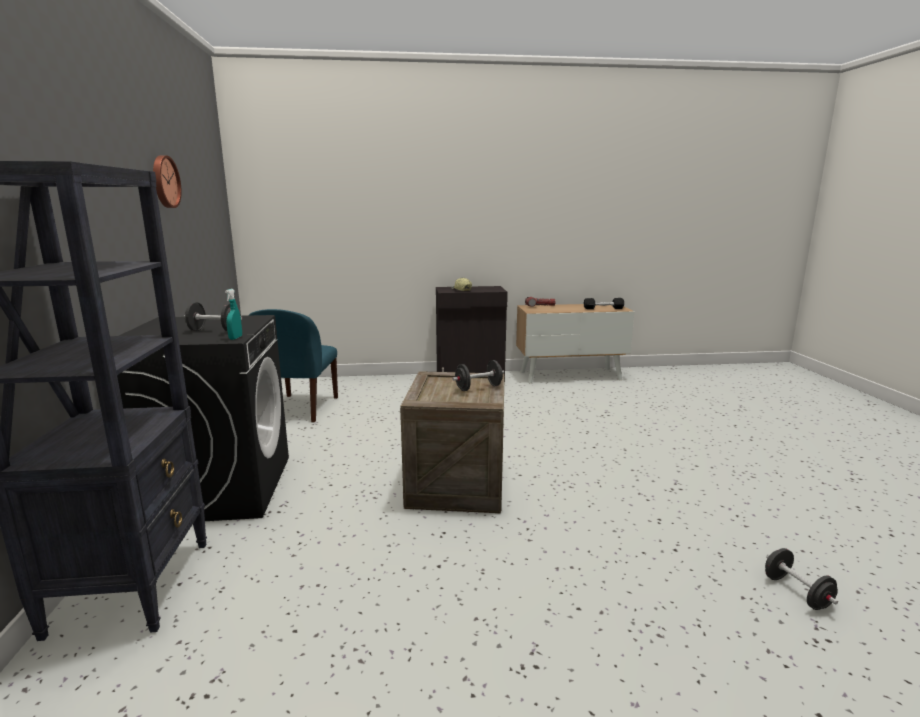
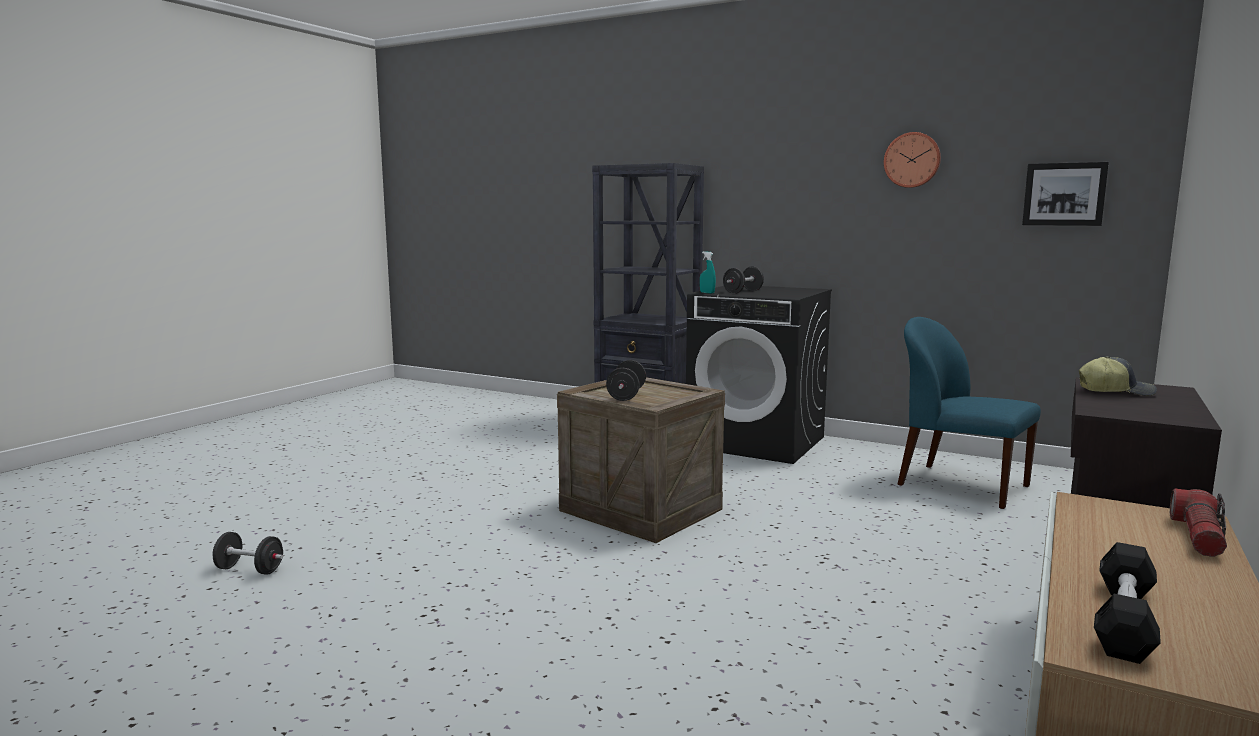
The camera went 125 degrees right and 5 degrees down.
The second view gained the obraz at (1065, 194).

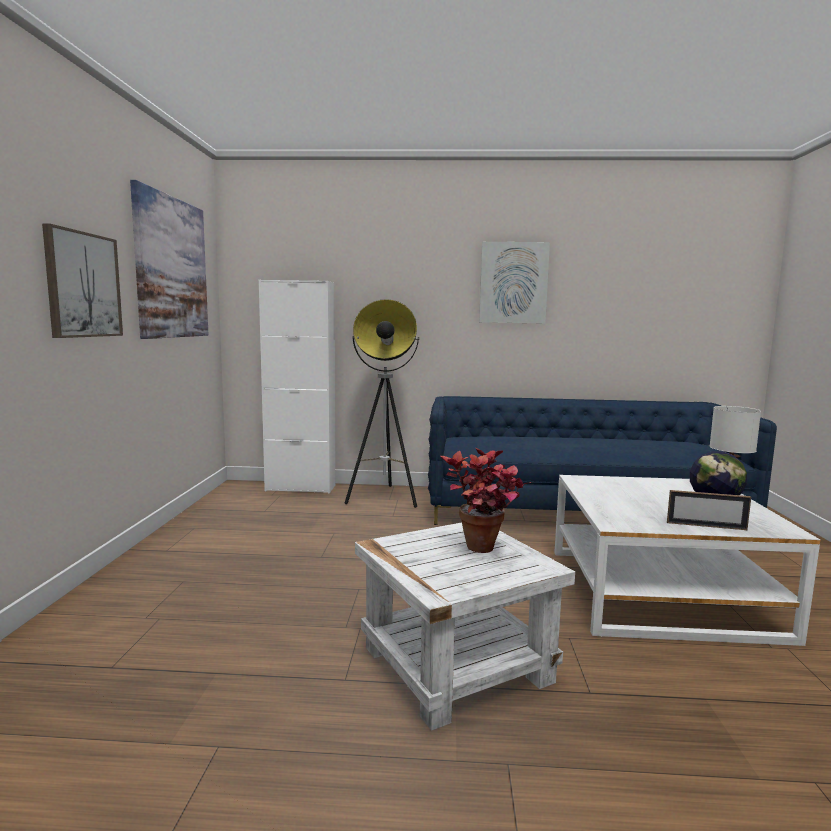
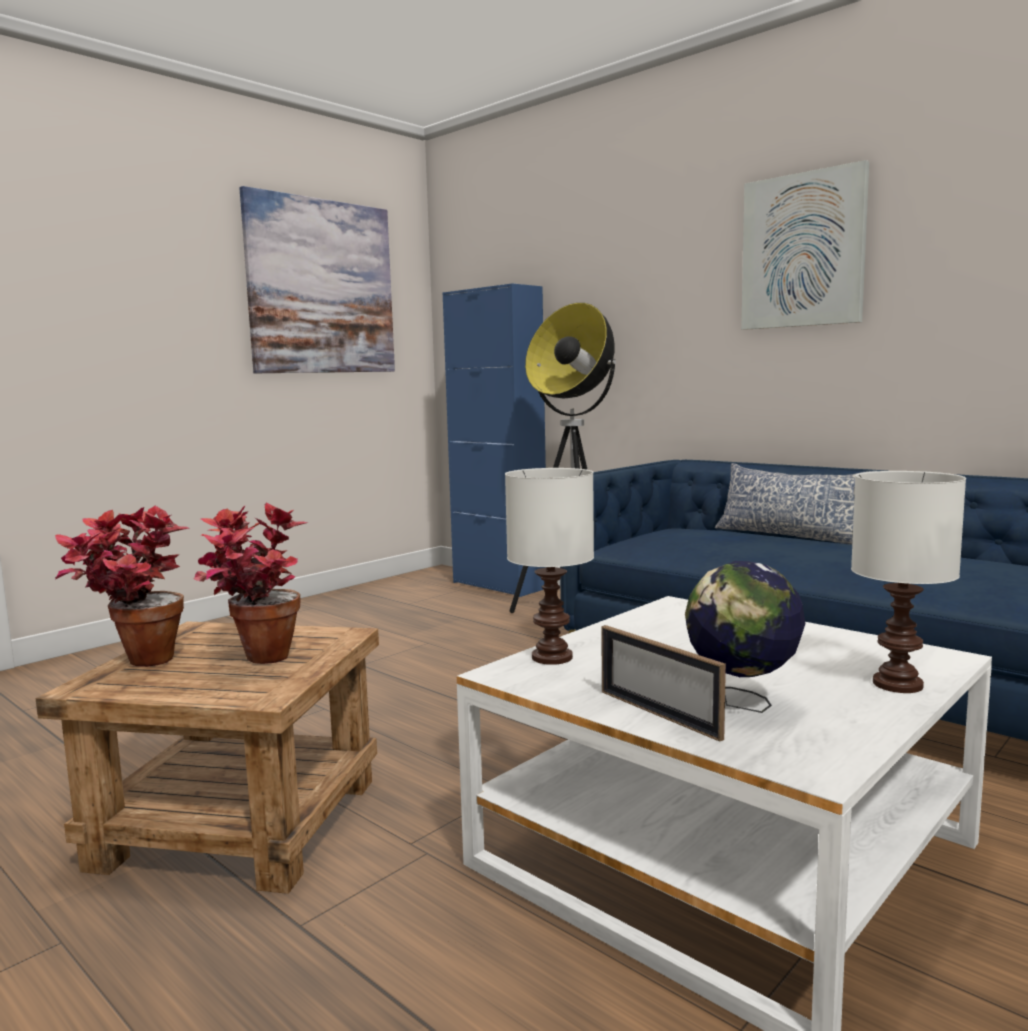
The camera went 40 degrees right and 0 degrees up.
What was the stolik (biały) at (465, 626) turned into the stolik (brązowy) at (207, 757).
The second view gained the roślina doniczkowa at (122, 586).
What was the szafka (biały) at (297, 387) turned into the szafka (niebieski) at (495, 440).
The second view gained the lampa stołowa (biały) at (549, 566).
The second view gained the poduszka at (794, 504).
The second view lost the obraz at (82, 281).

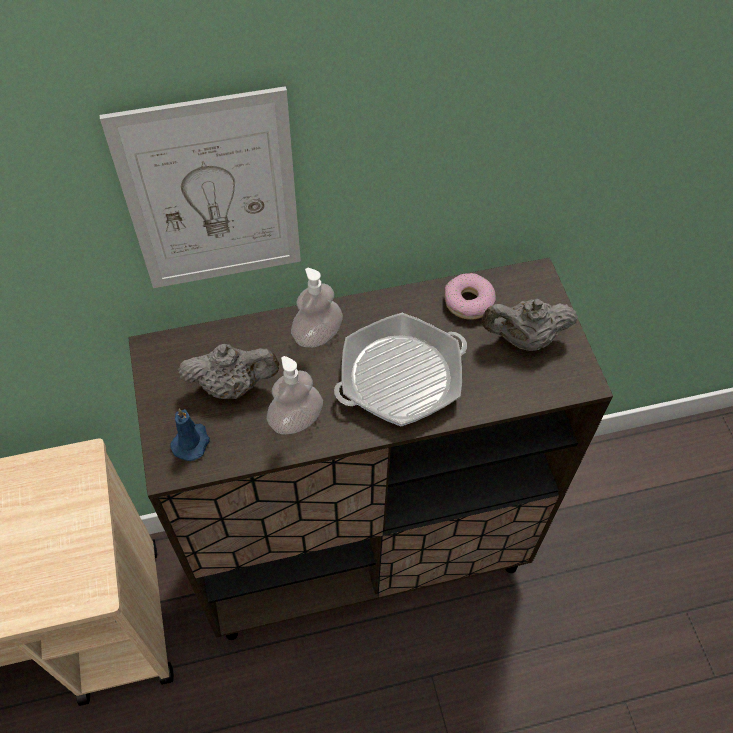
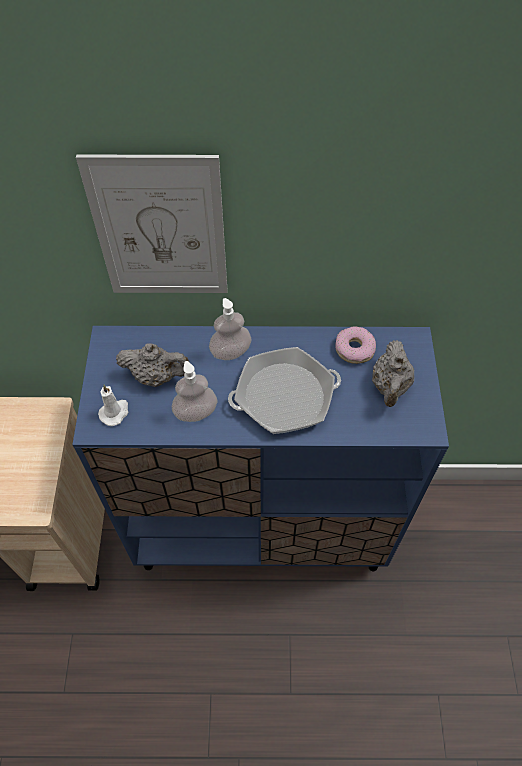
The camera went 15 degrees right and 0 degrees up.
What was the szafka (brązowy) at (370, 448) turned into the szafka (niebieski) at (260, 448).
What was the świeca (niebieski) at (190, 434) turned into the świeca (biały) at (113, 405).
The imbryk (szary) at (530, 325) ended up facing another way, 90 degrees counterclockwise from before.

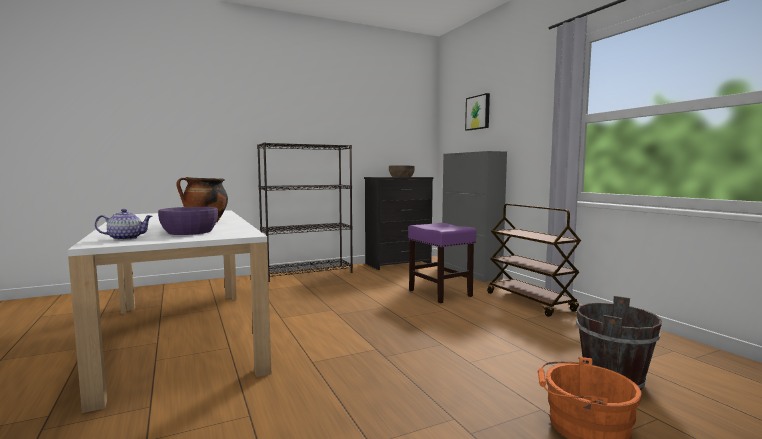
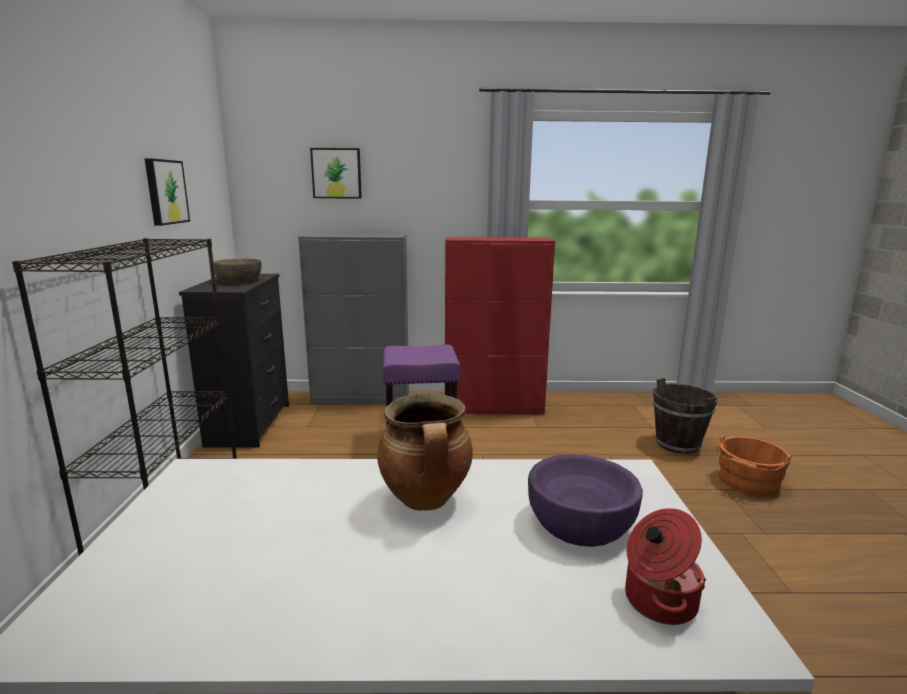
The camera went 65 degrees left and 10 degrees up.
The second view gained the obraz at (167, 192).
Where the wózek (brązowy) stood at (534, 260), the szafka (czerwony) came to stand at (500, 325).
Where the imbryk stood at (124, 224), the garnek came to stand at (665, 566).

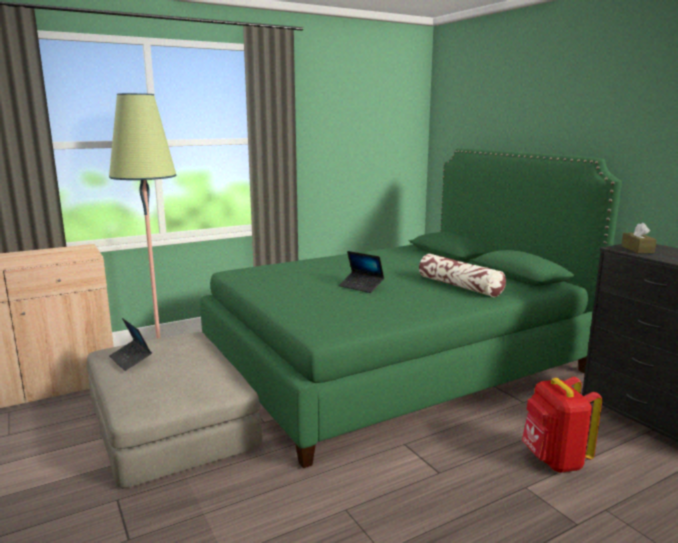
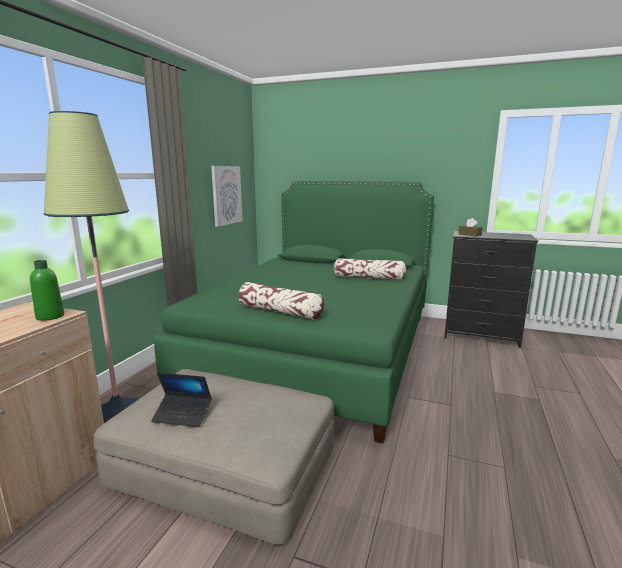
The camera went 40 degrees left and 0 degrees up.
The second view gained the butelka (zielony) at (47, 290).
The second view gained the obraz at (227, 196).
The second view gained the poduszka at (281, 301).
The second view lost the laptop at (361, 272).
The second view lost the plecak (czerwony) at (562, 425).

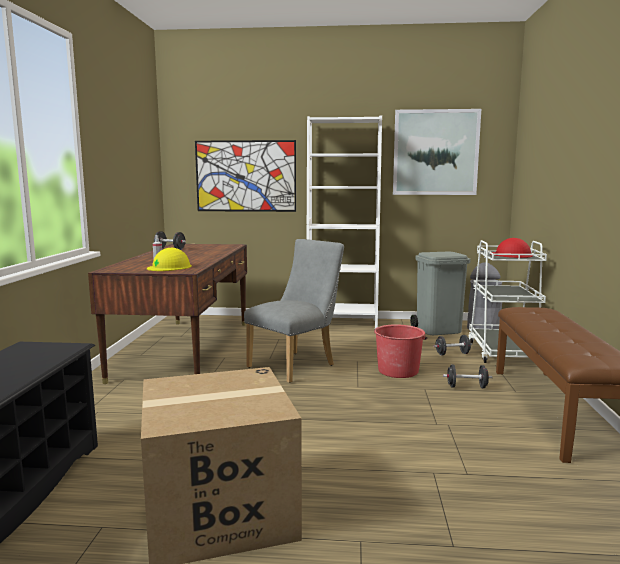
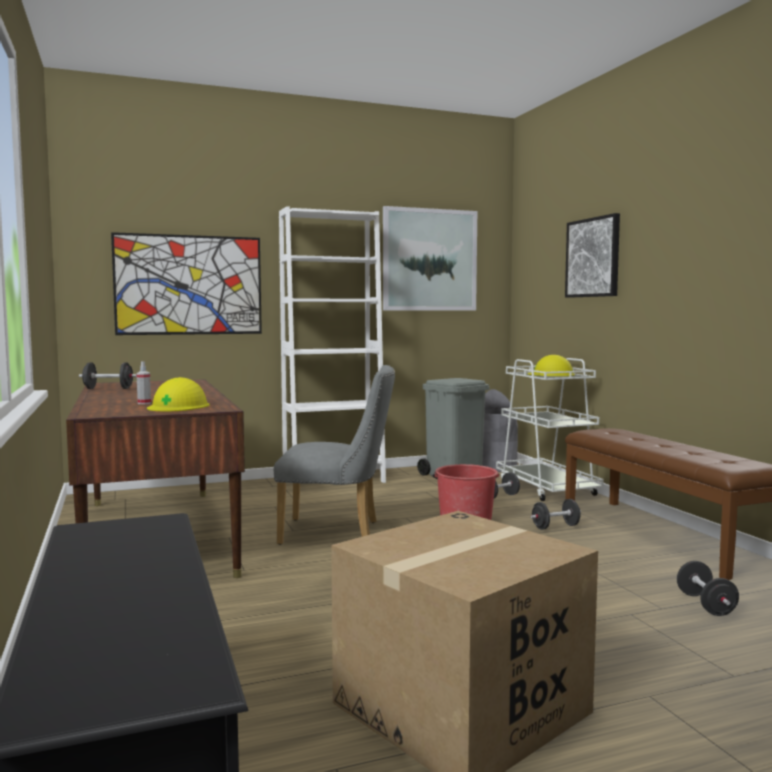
The camera went 25 degrees left and 5 degrees down.
The krzesło (szary) at (294, 311) ended up facing another way, 75 degrees clockwise from before.
What was the kask (czerwony) at (512, 248) turned into the kask (żółty) at (551, 365).
The second view gained the obraz at (592, 255).
The second view gained the hantel (czarny) at (708, 588).

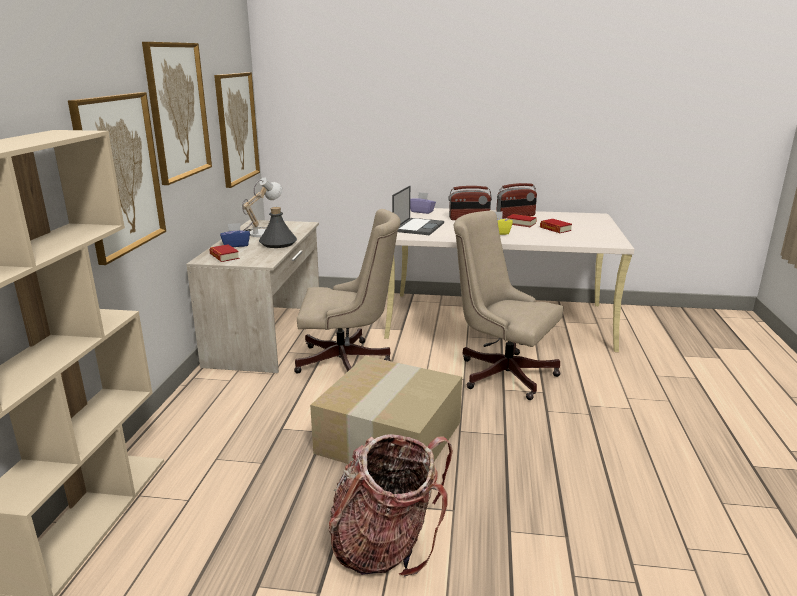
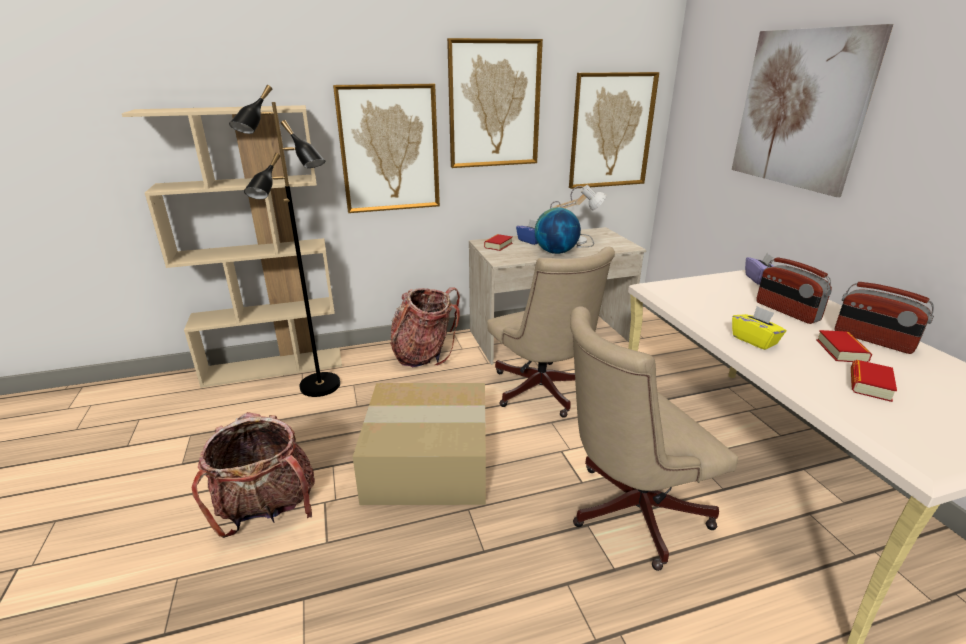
The camera went 65 degrees right and 5 degrees up.
The second view gained the lampa stojąca (czarny) at (284, 241).
The second view gained the plecak at (425, 327).
Where the butelka (szary) stood at (278, 227), the globus came to stand at (558, 230).
The krzesło biurowe (beżowy) at (508, 305) ended up facing another way, 120 degrees counterclockwise from before.
The second view gained the obraz at (812, 110).
The second view lost the laptop at (418, 210).

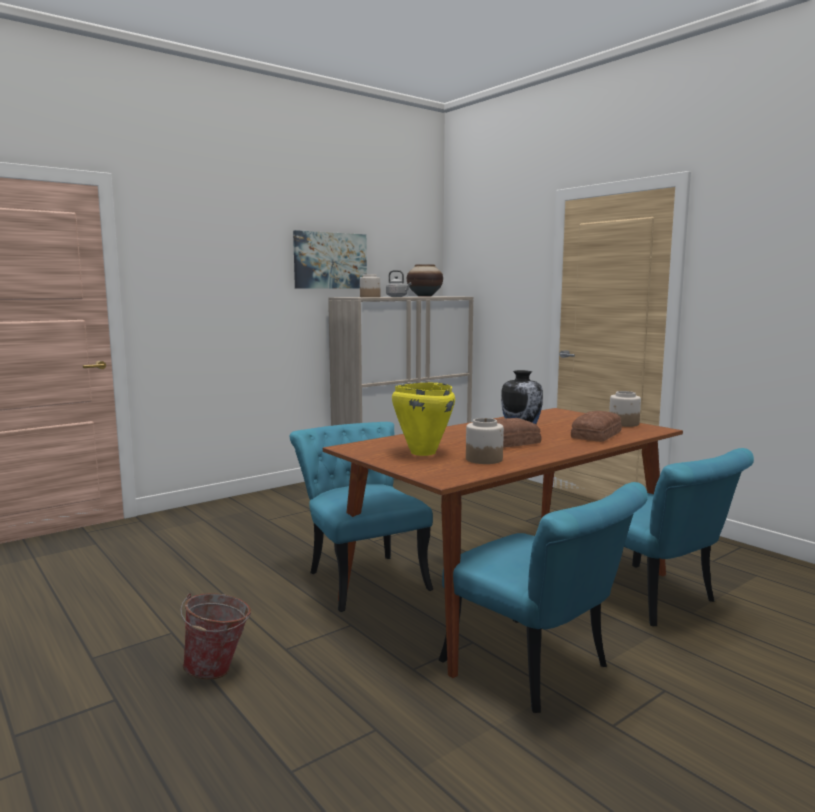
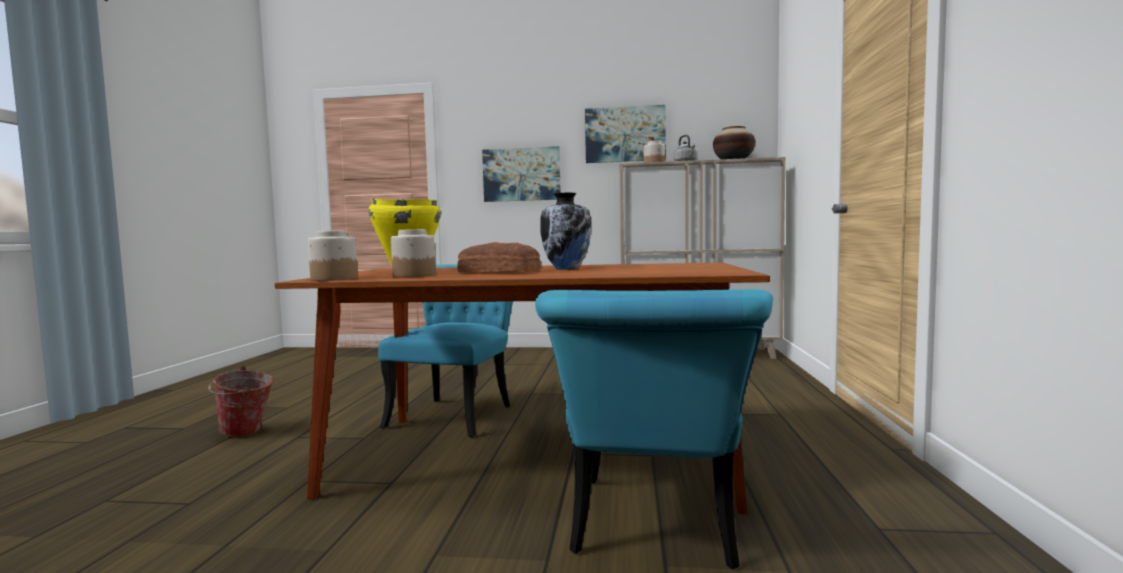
The camera went 45 degrees right and 5 degrees down.
The słoik ended up elsewhere, having gone from (625, 409) to (333, 256).
The second view gained the obraz at (521, 174).
The second view lost the krzesło (turkusowy) at (543, 597).
The second view lost the chleb at (596, 426).

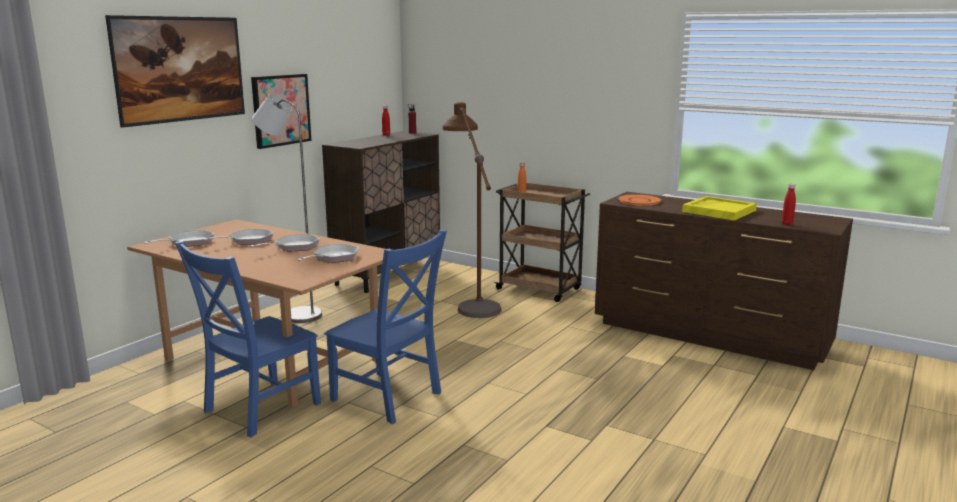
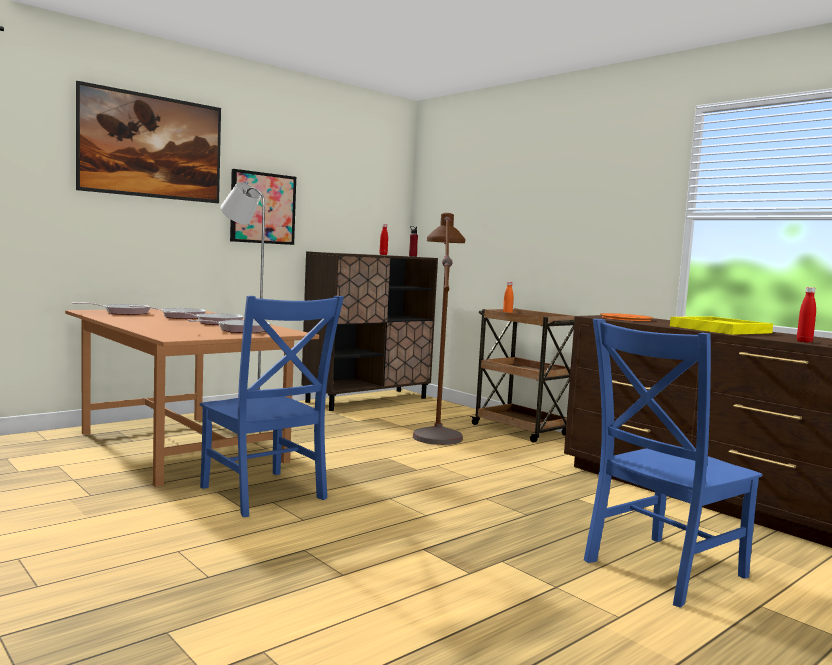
The camera went 15 degrees right and 10 degrees down.
The krzesło (niebieski) ended up elsewhere, having gone from (248, 339) to (673, 463).

